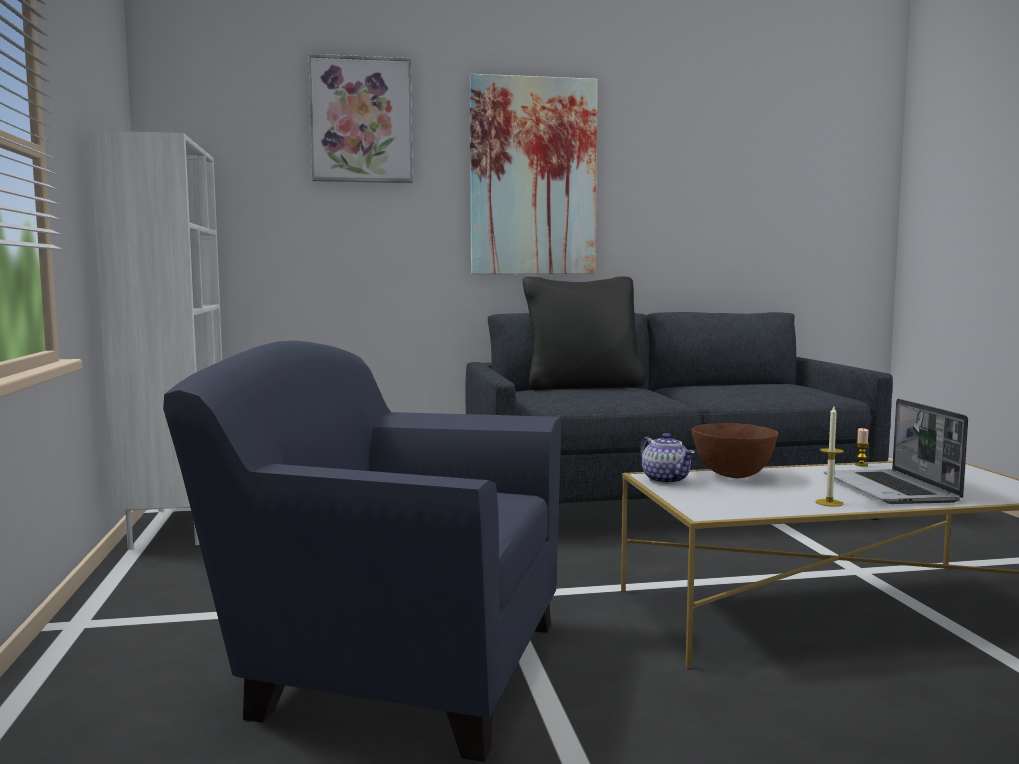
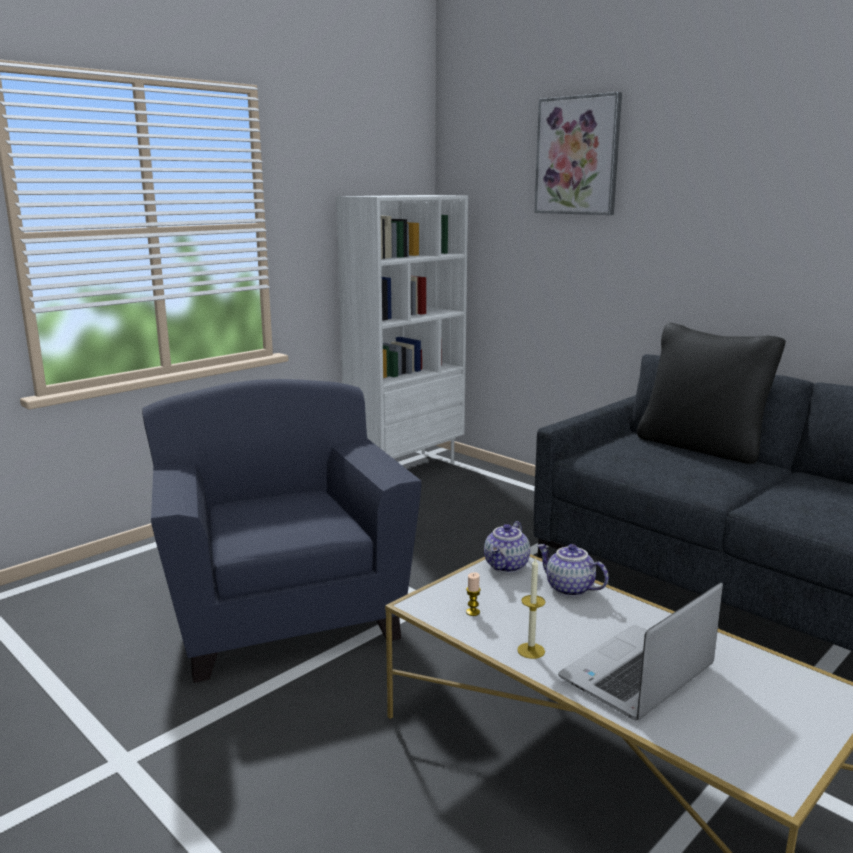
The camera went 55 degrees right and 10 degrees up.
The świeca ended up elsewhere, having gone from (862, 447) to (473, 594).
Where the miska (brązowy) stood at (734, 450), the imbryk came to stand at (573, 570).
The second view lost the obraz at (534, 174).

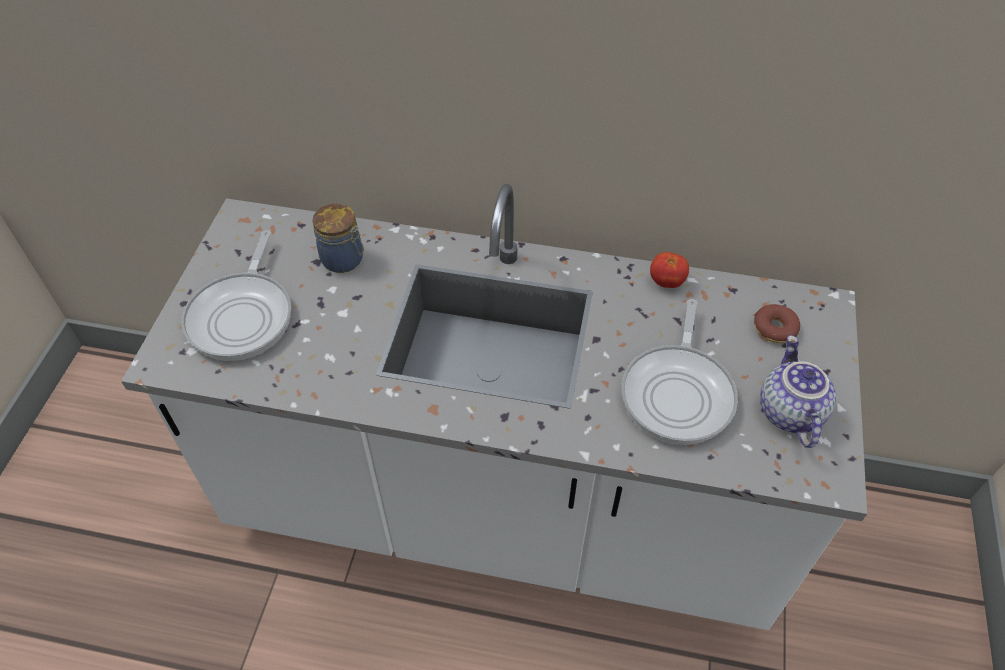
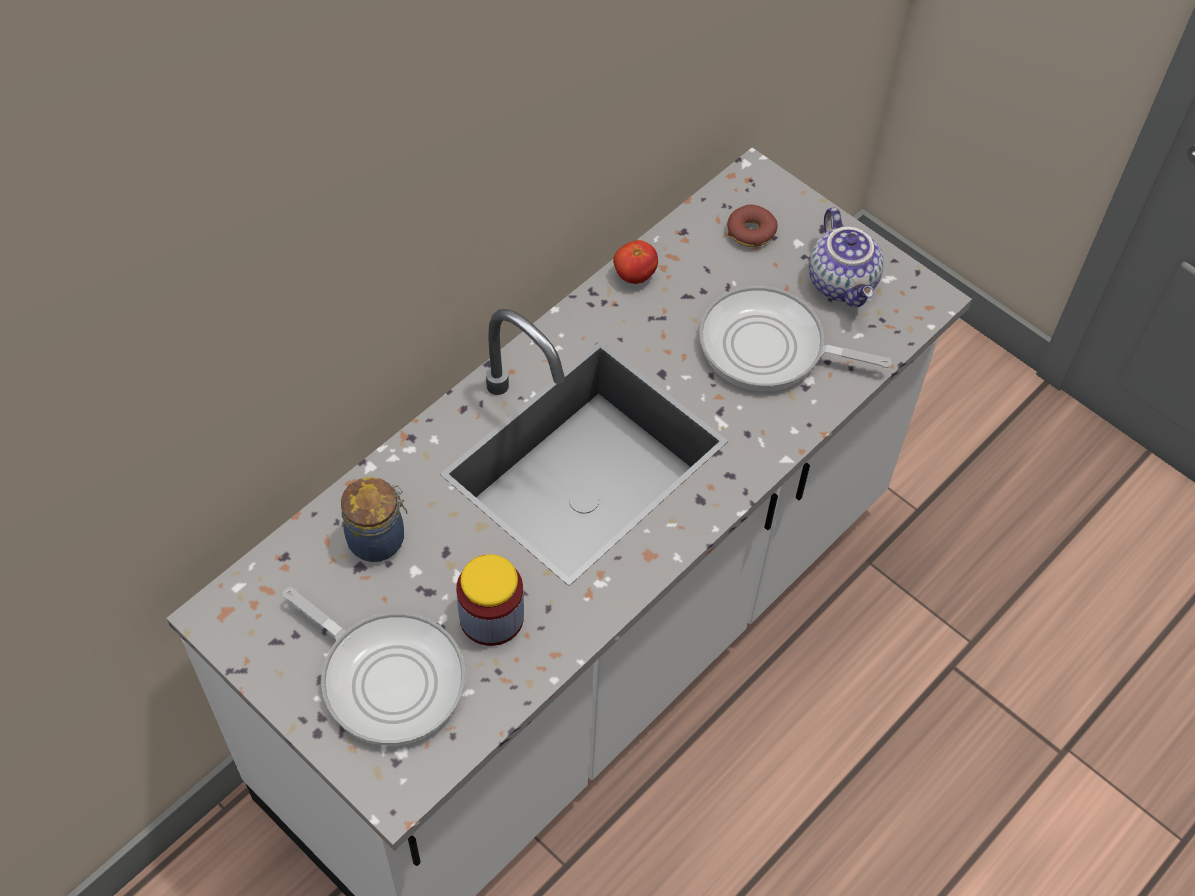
The camera went 60 degrees left and 5 degrees up.
The second view gained the słoik at (490, 600).
The patelnia at (679, 372) ended up facing another way, 150 degrees clockwise from before.
The imbryk at (798, 391) ended up facing another way, 135 degrees counterclockwise from before.

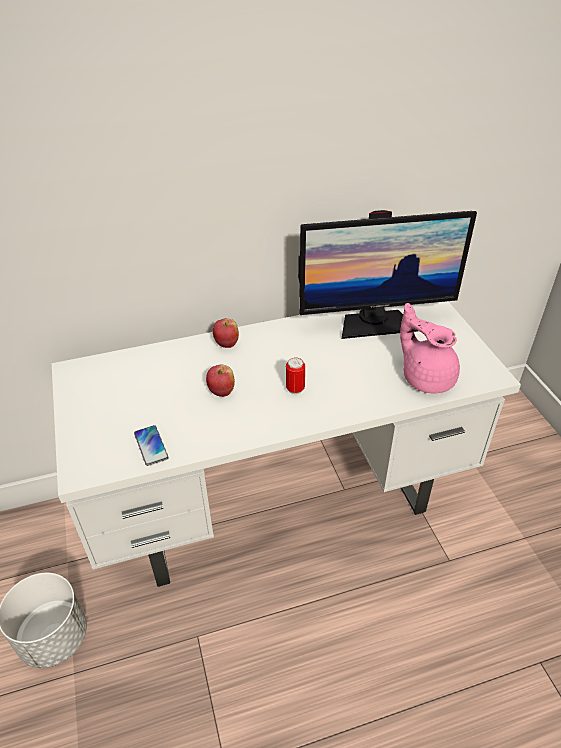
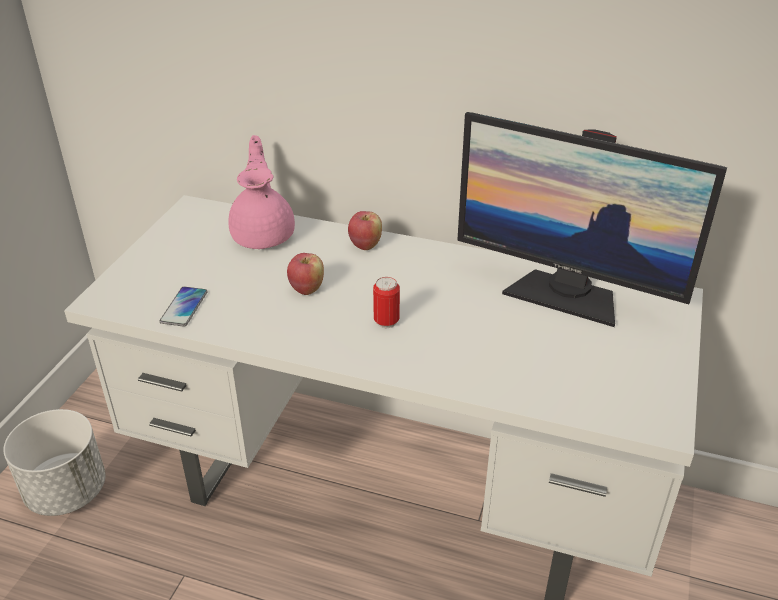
The camera went 35 degrees right and 5 degrees down.
The imbryk (różowy) ended up elsewhere, having gone from (430, 348) to (261, 192).

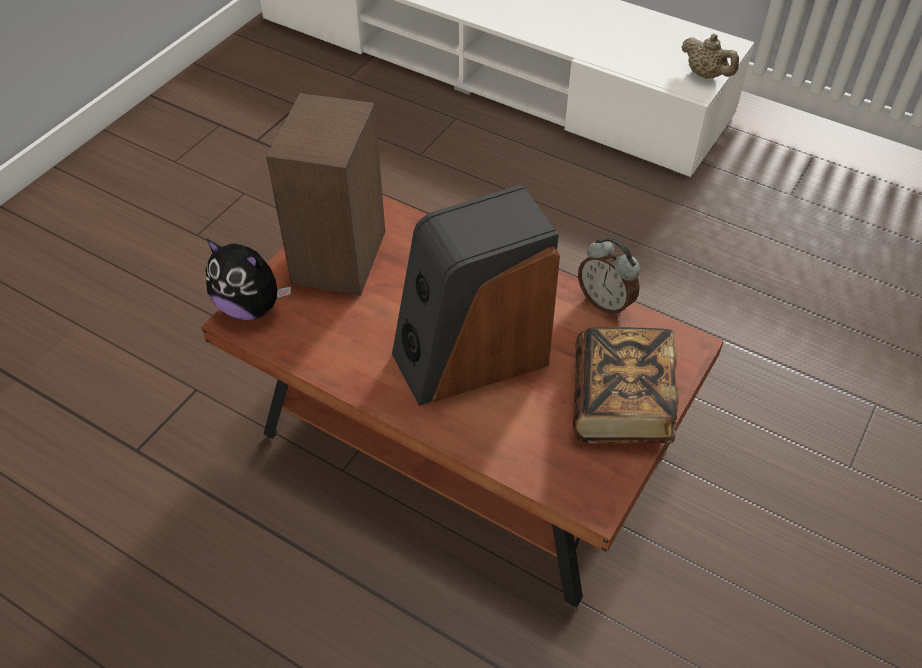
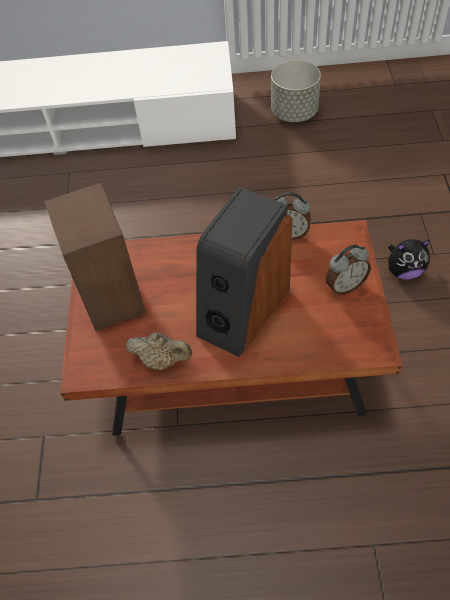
The camera went 30 degrees left and 5 degrees up.
The imbryk (beżowy) ended up elsewhere, having gone from (710, 56) to (159, 351).
The second view gained the donica (szary) at (296, 91).
Where the książka stood at (626, 385), the budzik came to stand at (348, 270).
The pluszak ended up elsewhere, having gone from (248, 279) to (409, 259).

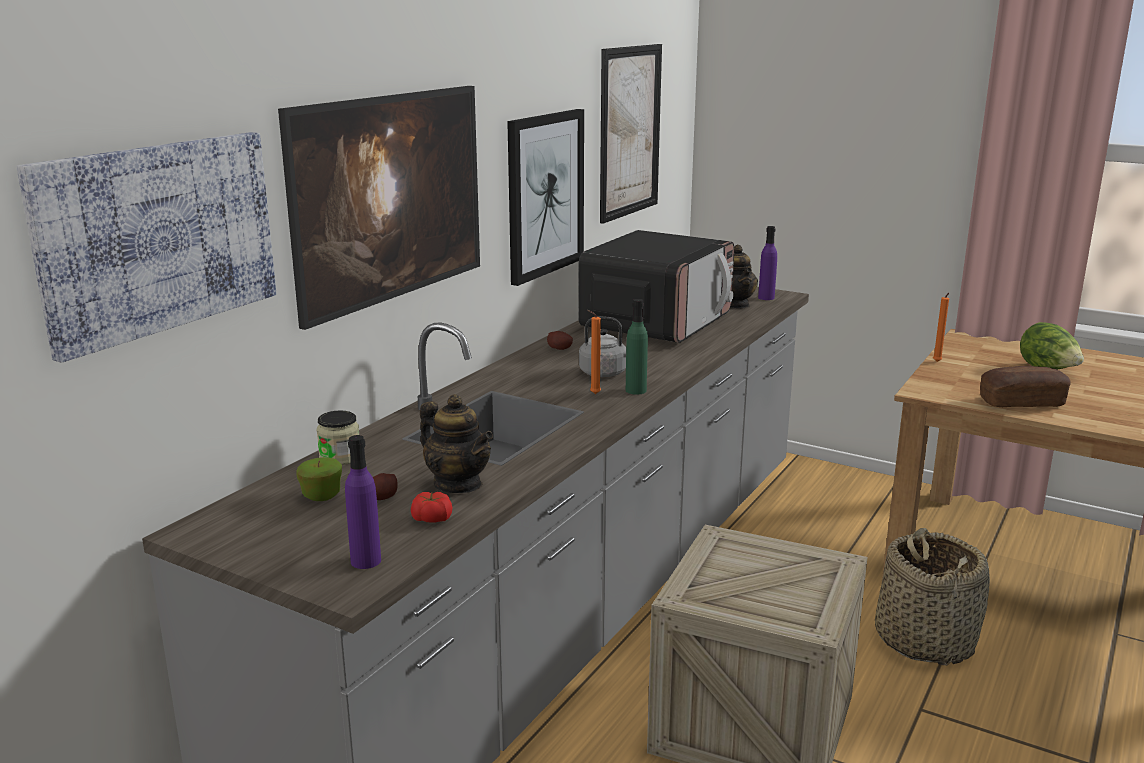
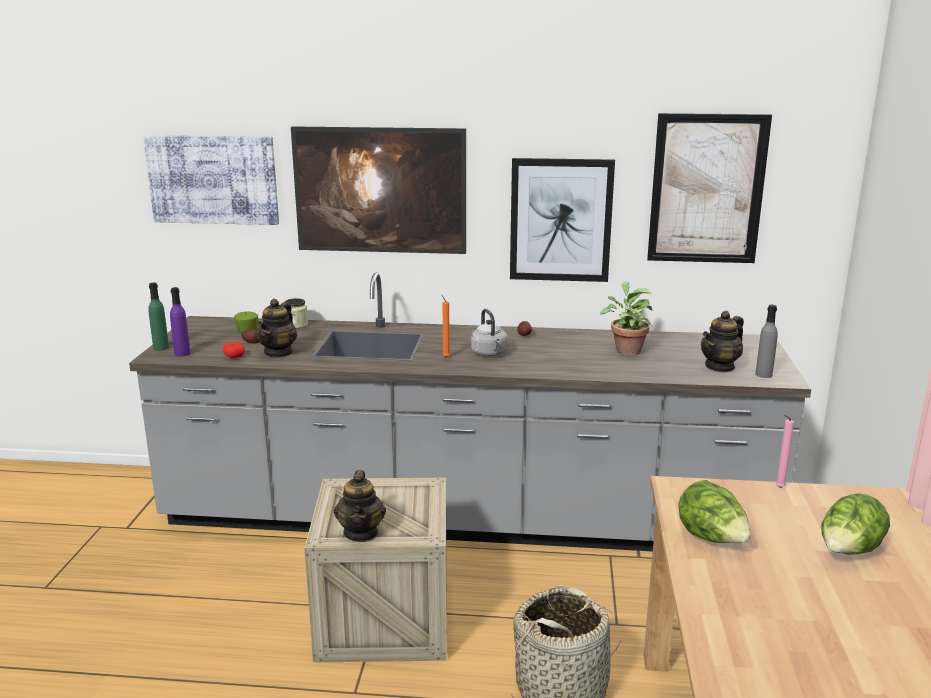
The camera went 65 degrees right and 0 degrees up.
The butelka (zielony) ended up elsewhere, having gone from (637, 347) to (158, 317).
The second view gained the imbryk at (360, 506).
Where the mikrofalówka stood at (656, 286), the roślina doniczkowa came to stand at (626, 319).
Where the chleb stood at (1025, 386), the sałata came to stand at (714, 511).
What was the butelka (fioletowy) at (767, 263) turned into the butelka (szary) at (766, 341).
What was the świeca (pomarańczowy) at (941, 327) turned into the świeca (różowy) at (784, 451).

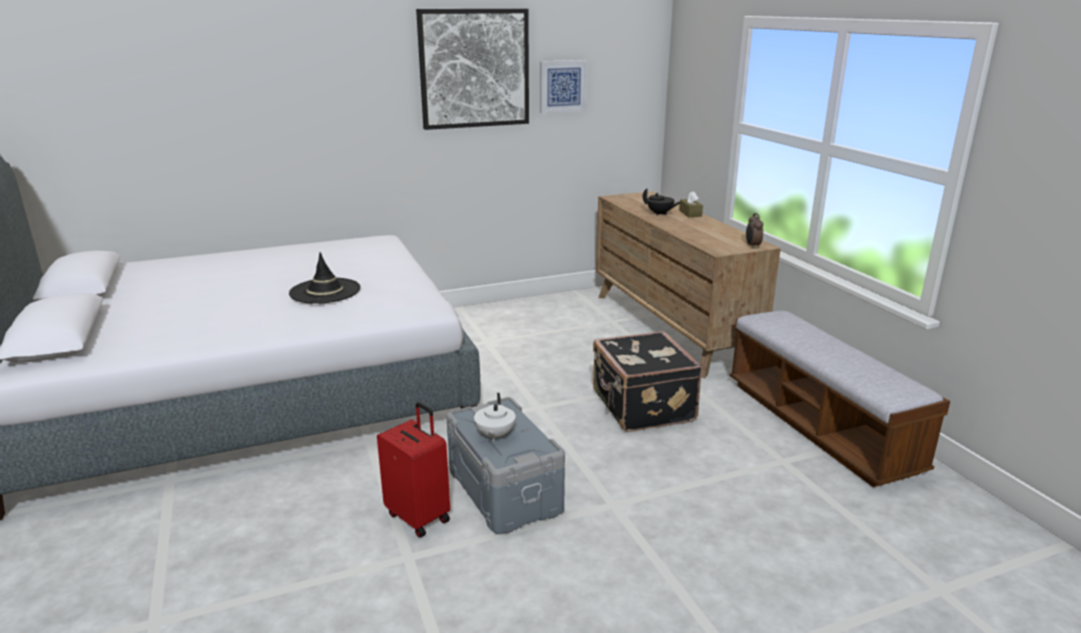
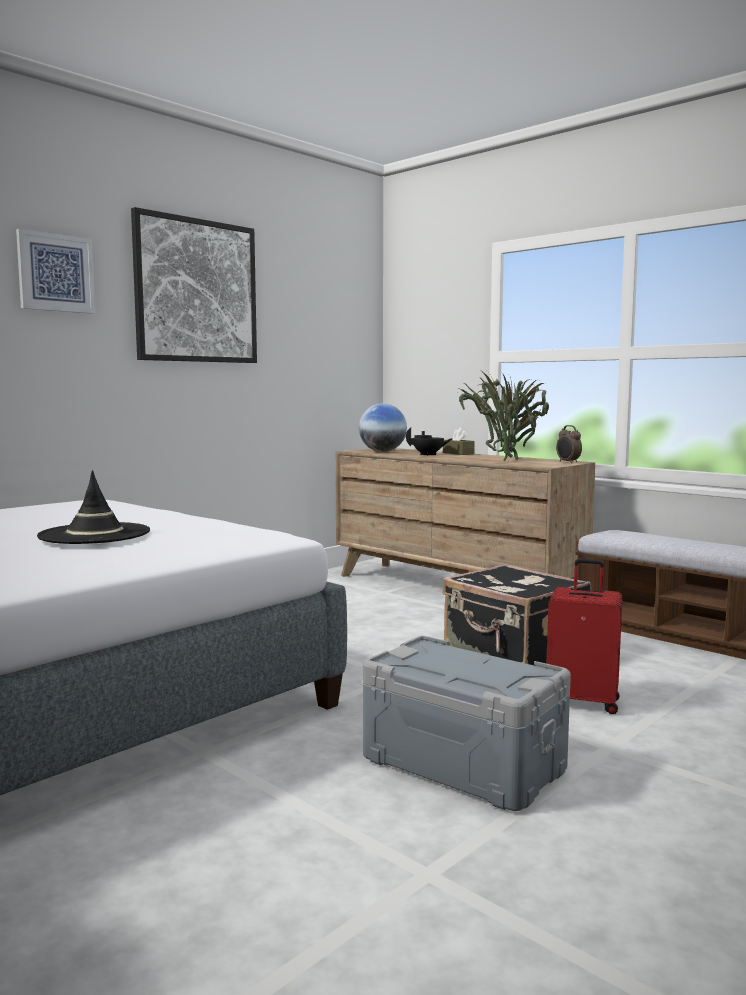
The camera went 25 degrees left and 15 degrees down.
The obraz ended up elsewhere, having gone from (563, 86) to (55, 271).
The second view gained the globus at (383, 427).
The second view gained the roślina doniczkowa at (502, 416).
The walizka (czerwony) ended up elsewhere, having gone from (413, 470) to (584, 636).
The second view lost the imbryk (biały) at (495, 417).

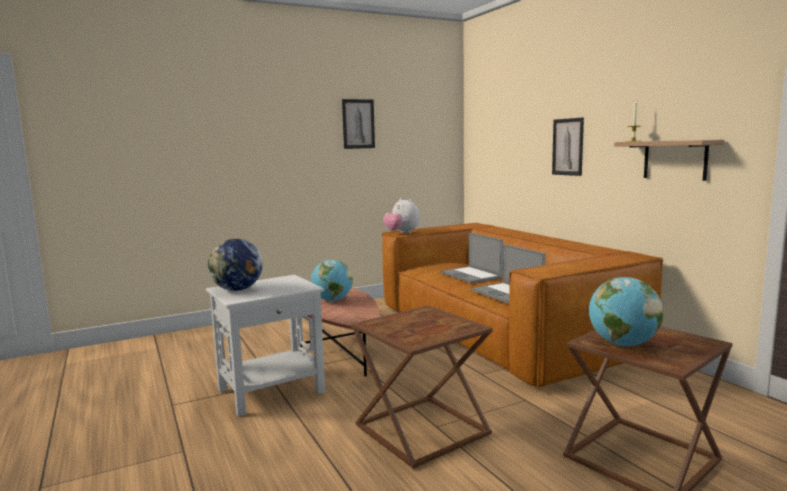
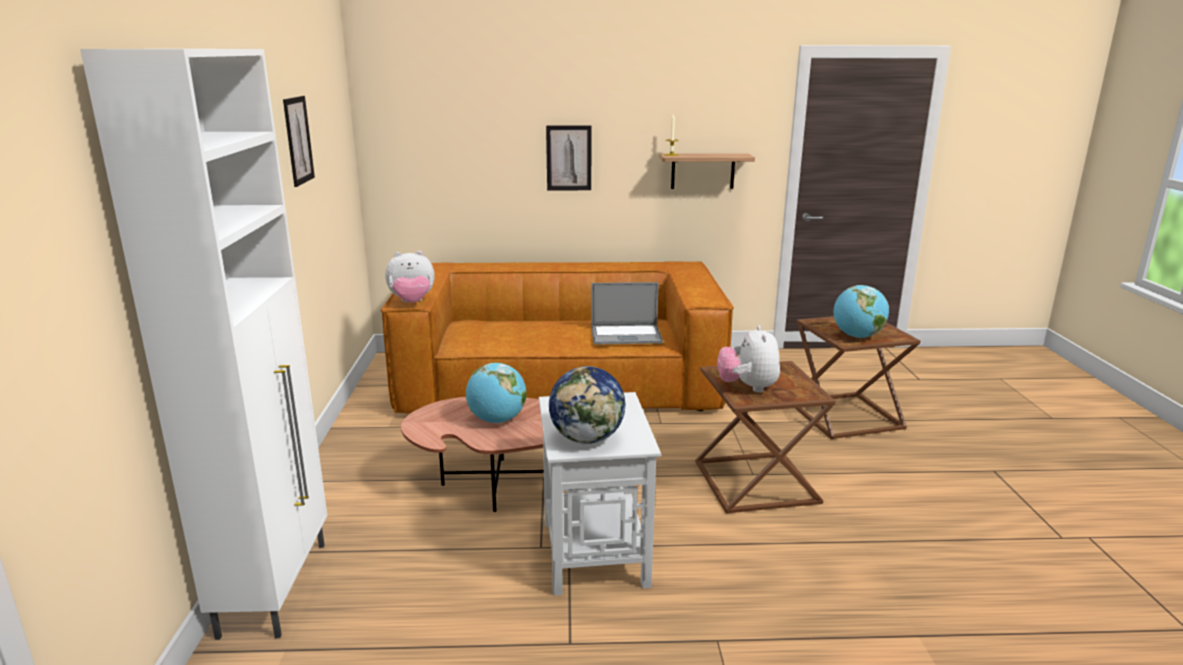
The camera went 65 degrees left and 10 degrees up.
The second view gained the szafka (biały) at (203, 344).
The second view gained the pluszak at (748, 359).
The second view lost the laptop at (471, 257).

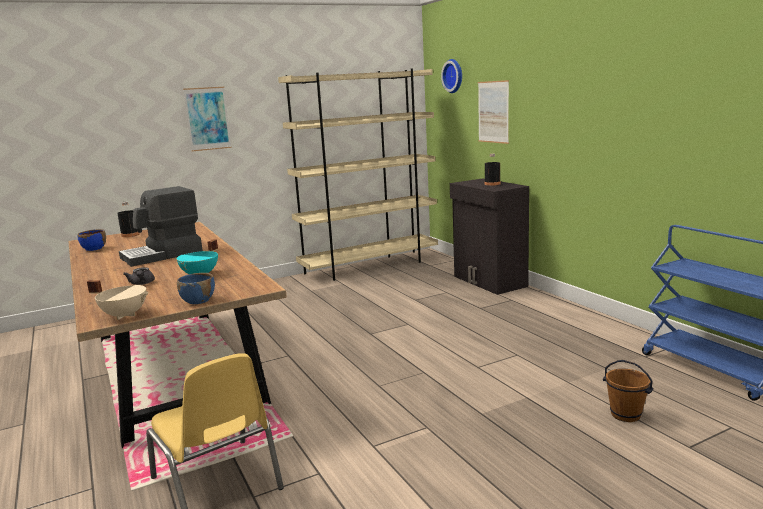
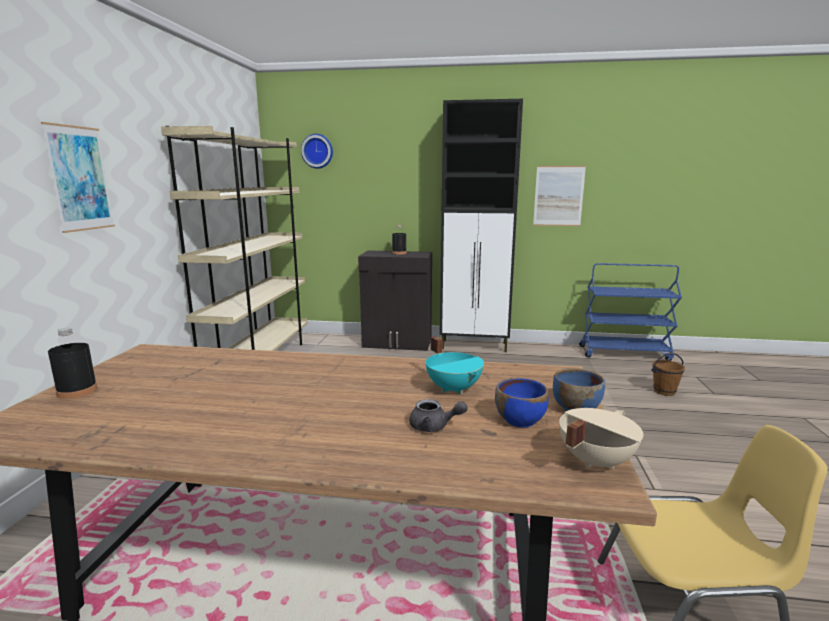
The camera went 55 degrees left and 0 degrees up.
The second view gained the szafka (czarny) at (481, 225).
The miska (niebieski) ended up elsewhere, having gone from (91, 240) to (522, 402).
The obraz ended up elsewhere, having gone from (493, 112) to (559, 196).
The second view lost the ekspres do kawy at (161, 226).

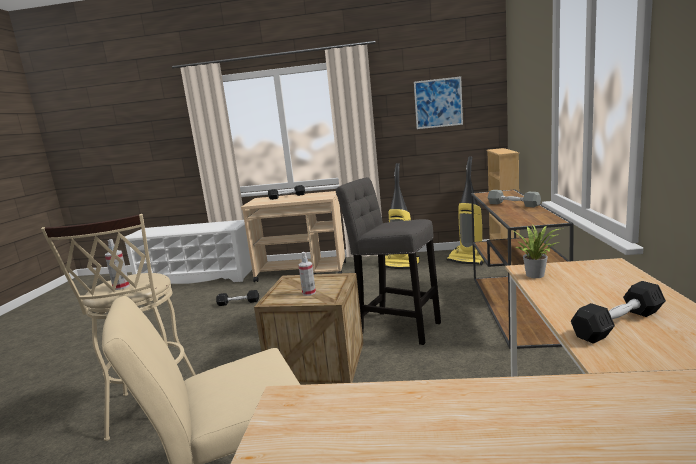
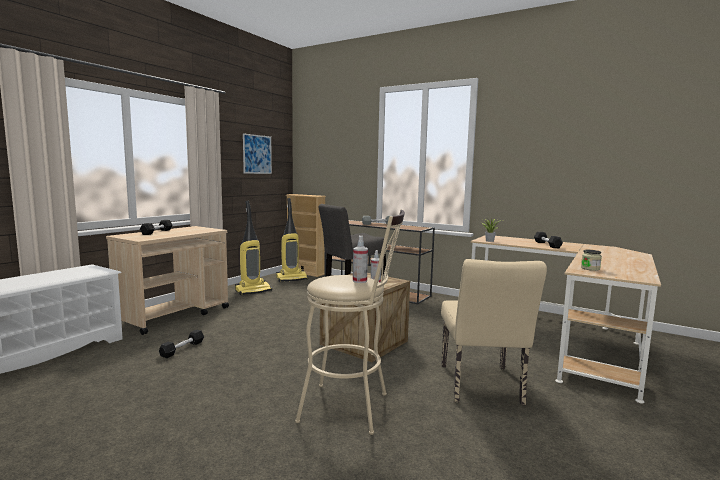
The camera went 65 degrees left and 5 degrees down.
The second view gained the słoik at (591, 260).

